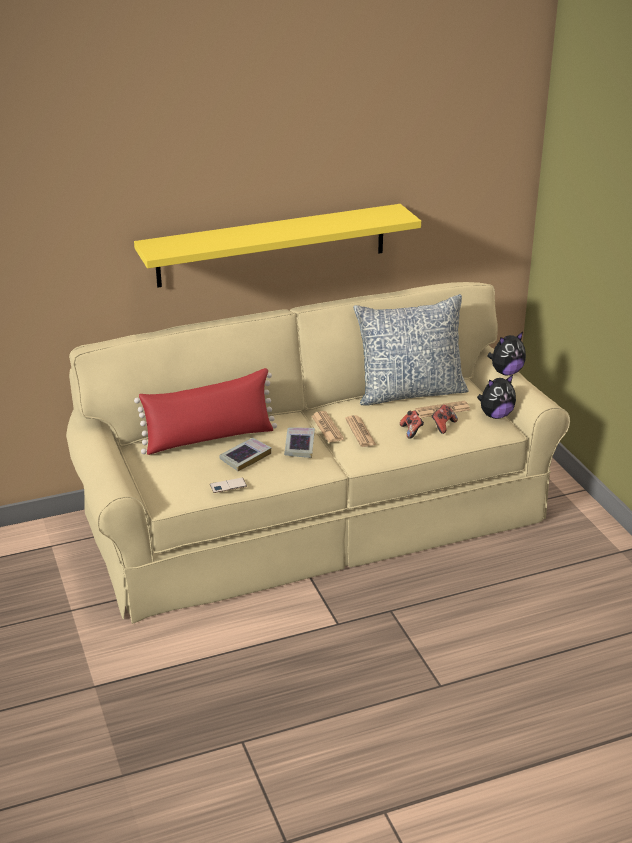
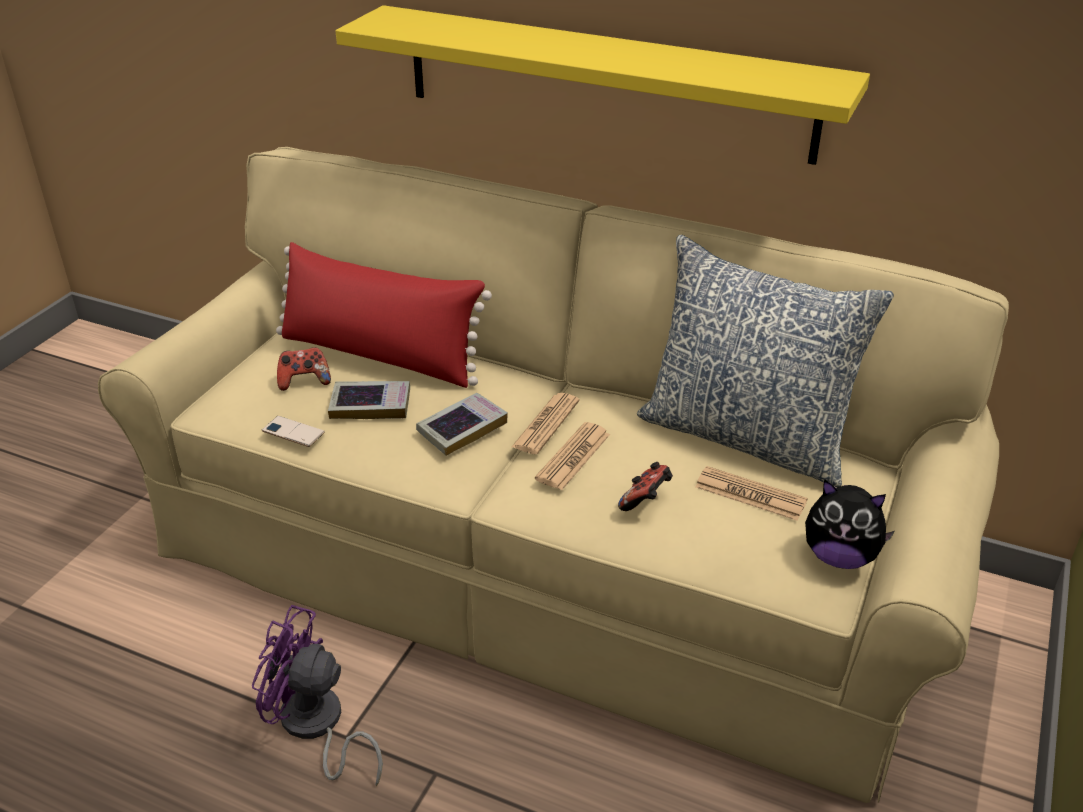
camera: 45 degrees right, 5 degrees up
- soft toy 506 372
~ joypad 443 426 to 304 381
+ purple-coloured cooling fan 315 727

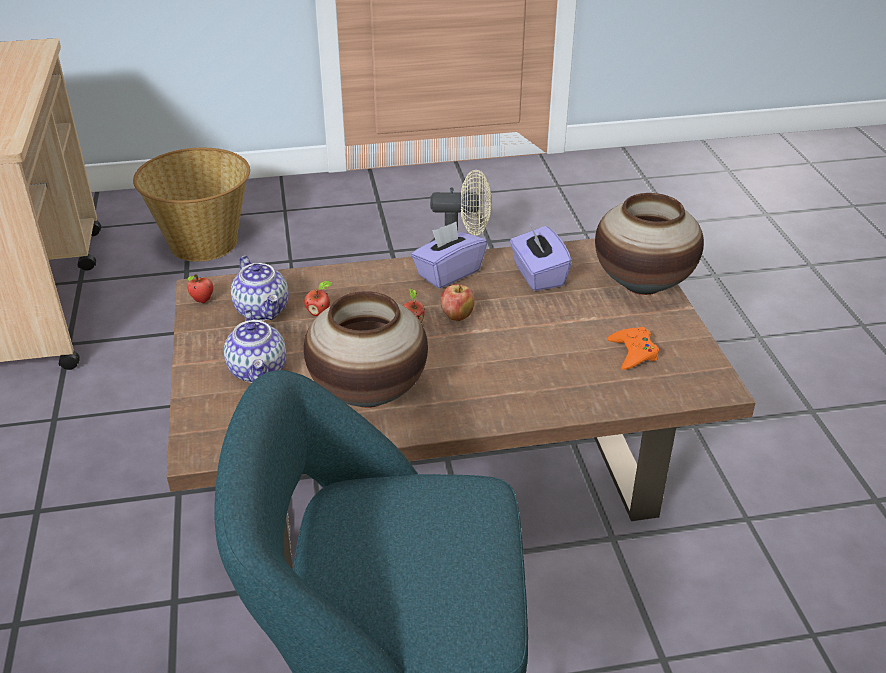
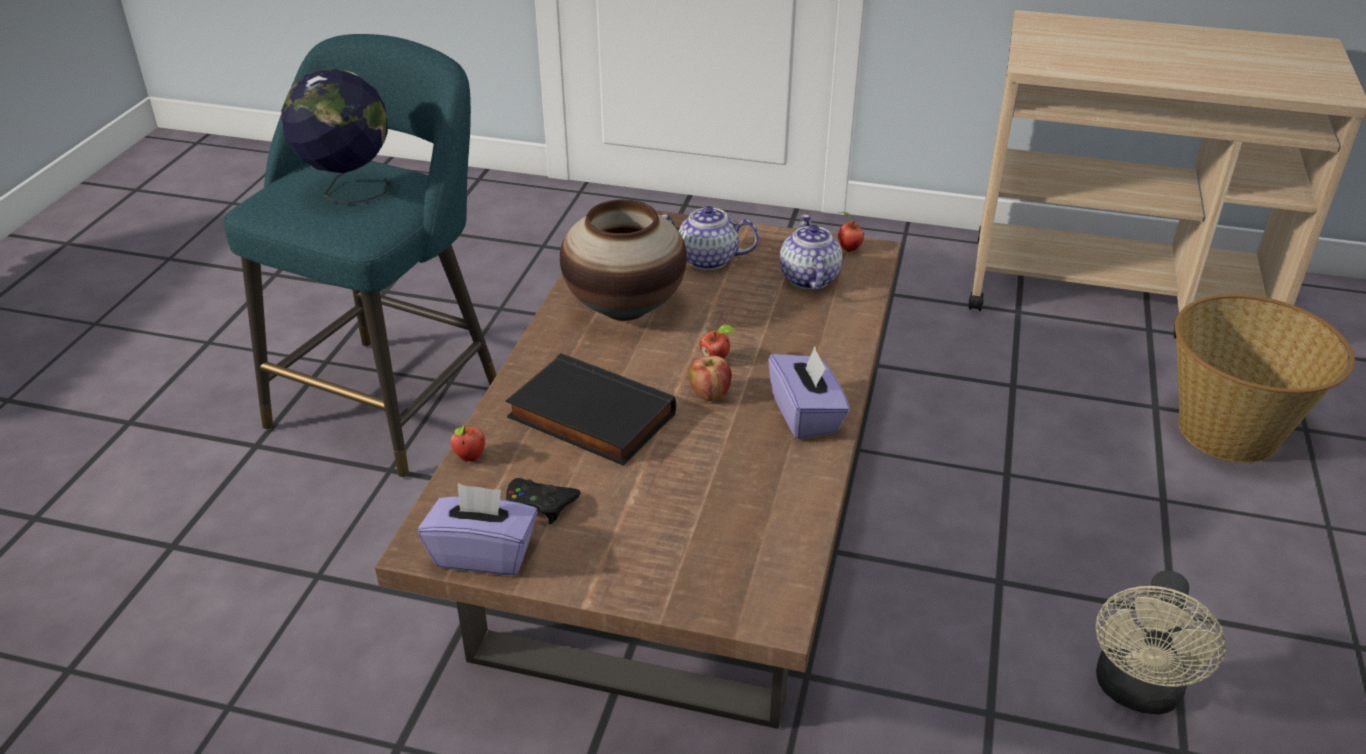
camera: 115 degrees right, 0 degrees up
- flower vase 642 283
~ purple-coloured box of tissues 538 275 to 484 553
~ pot for tea 263 310 = 808 278 90 degrees clockwise
~ apple fruit 319 313 to 470 458
~ orangey joypad 633 353 to black-coloured joypad 539 504
+ globe 348 191
+ black-coloured bound book 588 417

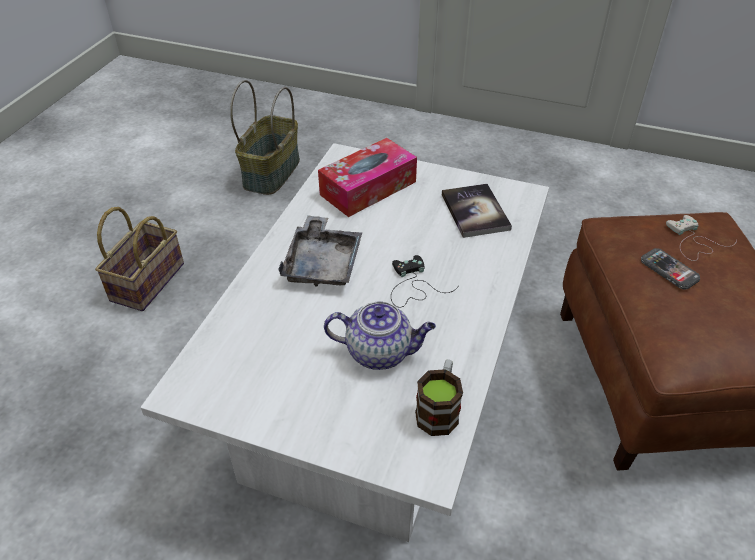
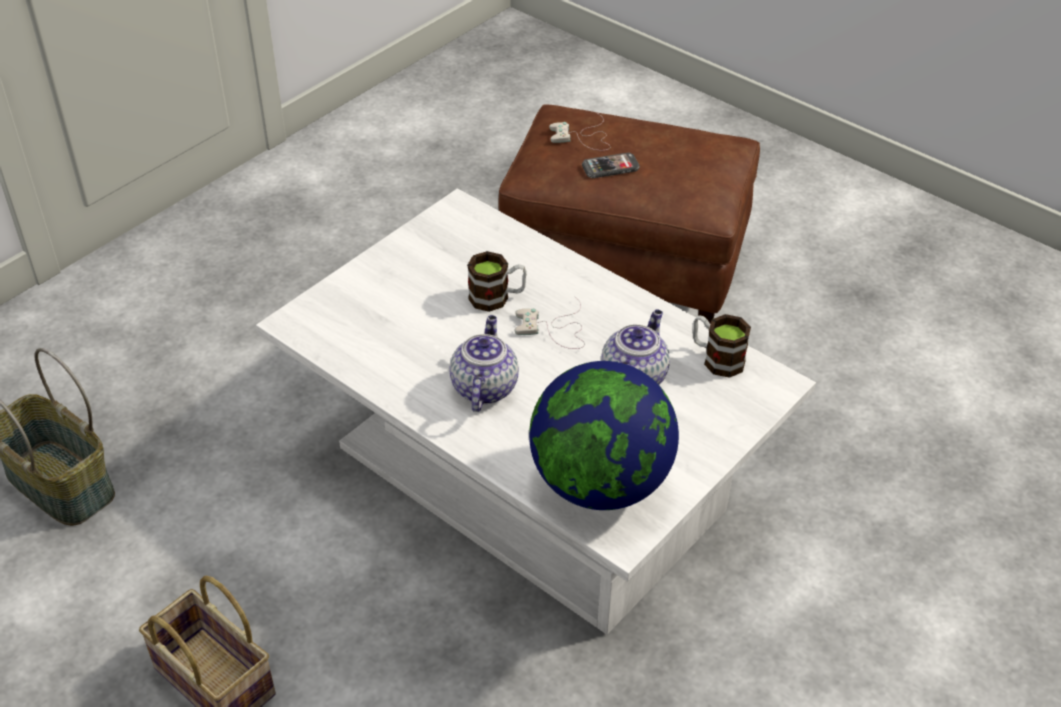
camera: 70 degrees left, 0 degrees up
- box of tissues 368 188
- bound book 475 212
~ greyish tray 323 263 to pot for tea 483 387
~ black-coloured joypad 413 285 to whitish joypad 554 329
+ tea mug 497 297
+ globe 600 483

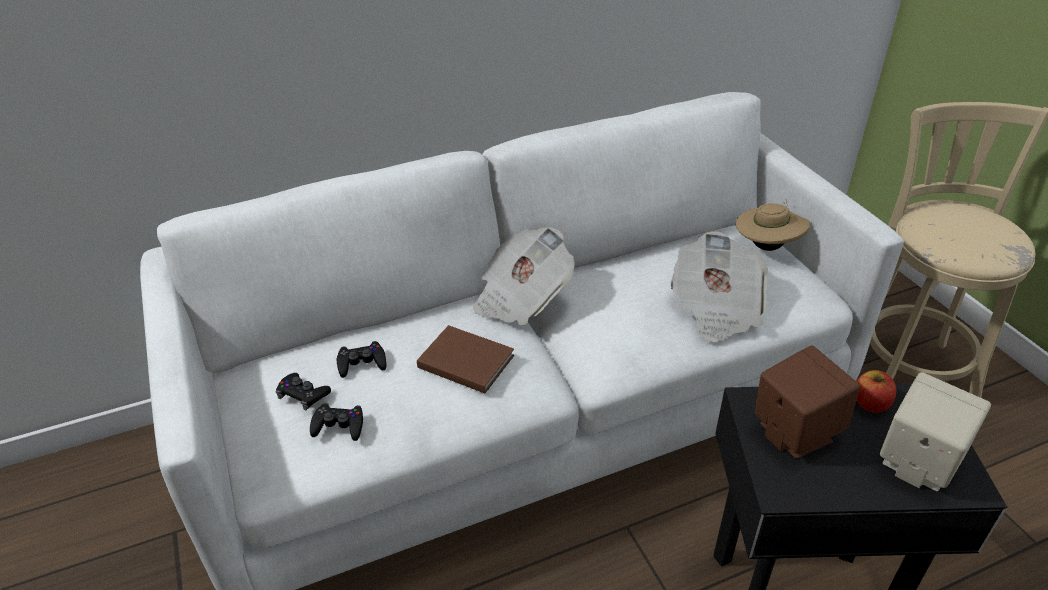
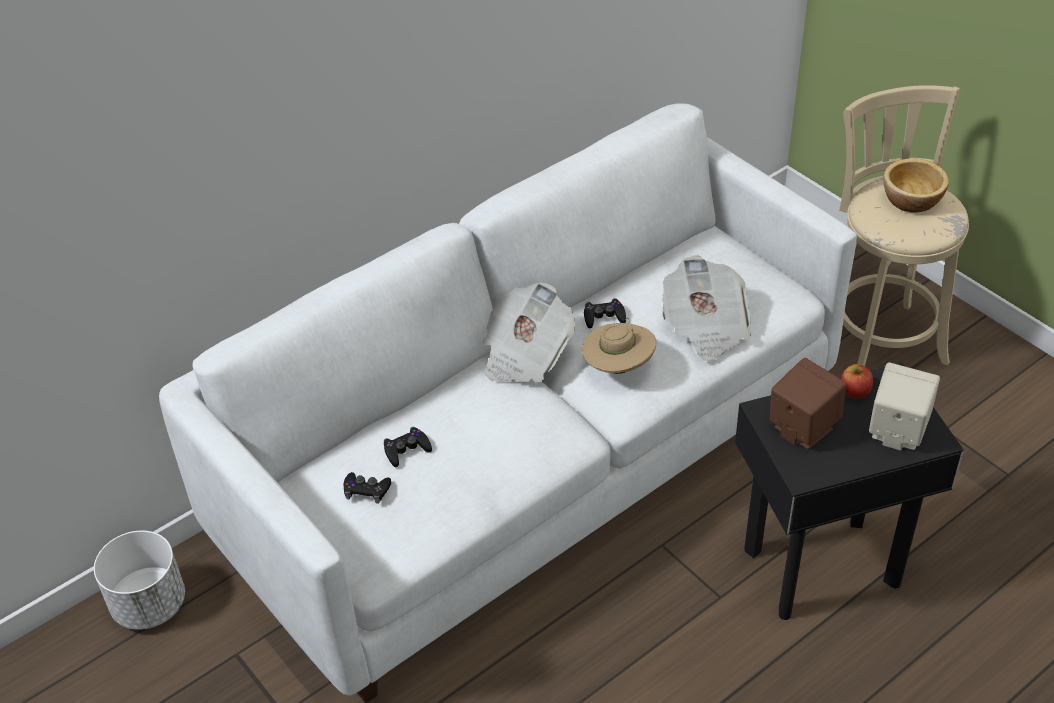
camera: 15 degrees left, 5 degrees up
~ beige-coloured hat 767 246 to 618 366
- brown bound book 464 360
~ black-coloured joypad 339 426 to 604 317
+ serving bowl 912 200
+ whitish plant pot 149 604

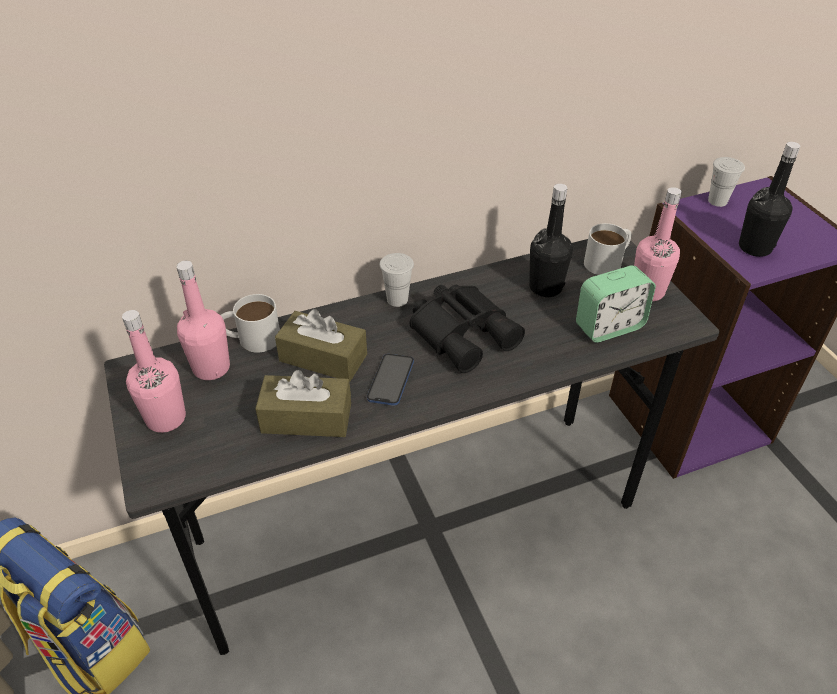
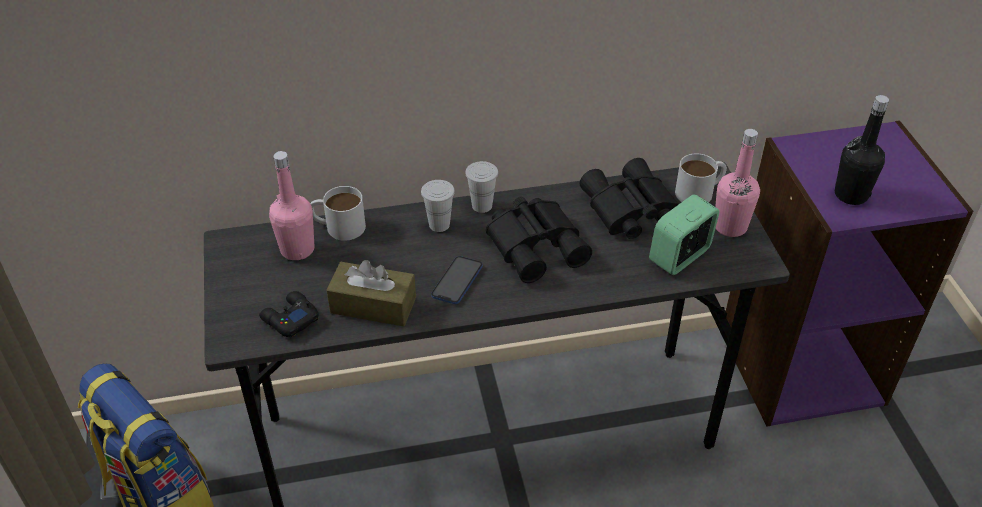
camera: 10 degrees right, 0 degrees up
~ whitish drinking cup 717 201 to 439 225
~ black-coloured beverage bottle 545 287 to black-coloured binoculars 629 211
~ alarm clock 609 326 = 680 256 150 degrees clockwise
- brown box of tissues 323 358
- pink-coloured beverage bottle 166 418
+ black-coloured joypad 289 319

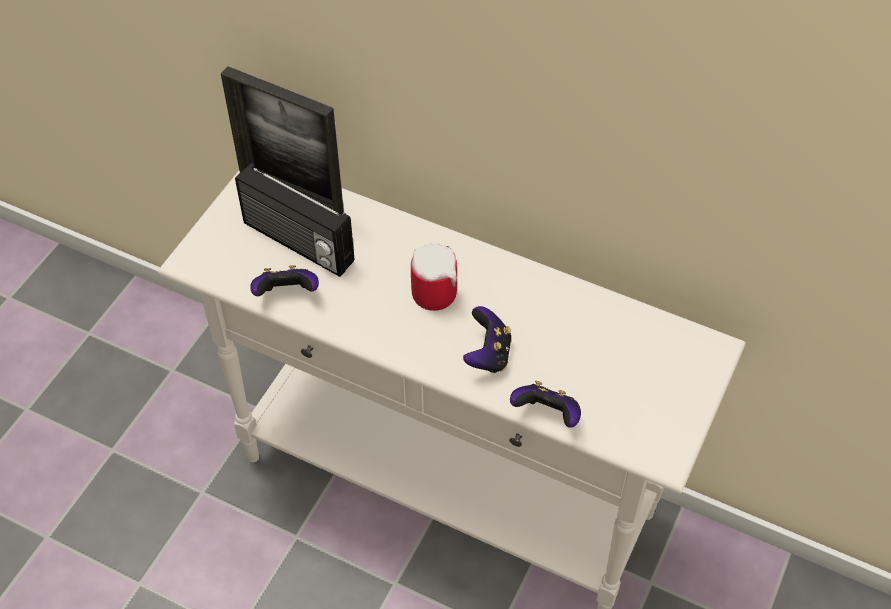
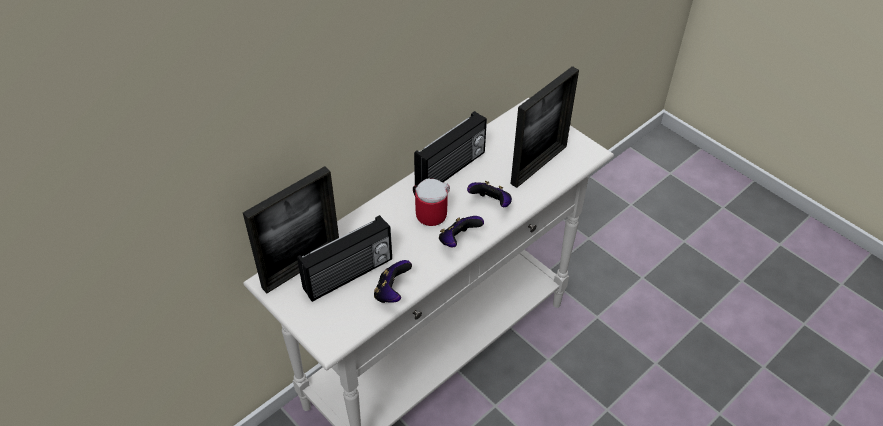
camera: 70 degrees left, 5 degrees down
~ joypad 547 415 to 458 240
+ picture frame 539 165
+ radio receiver 451 170

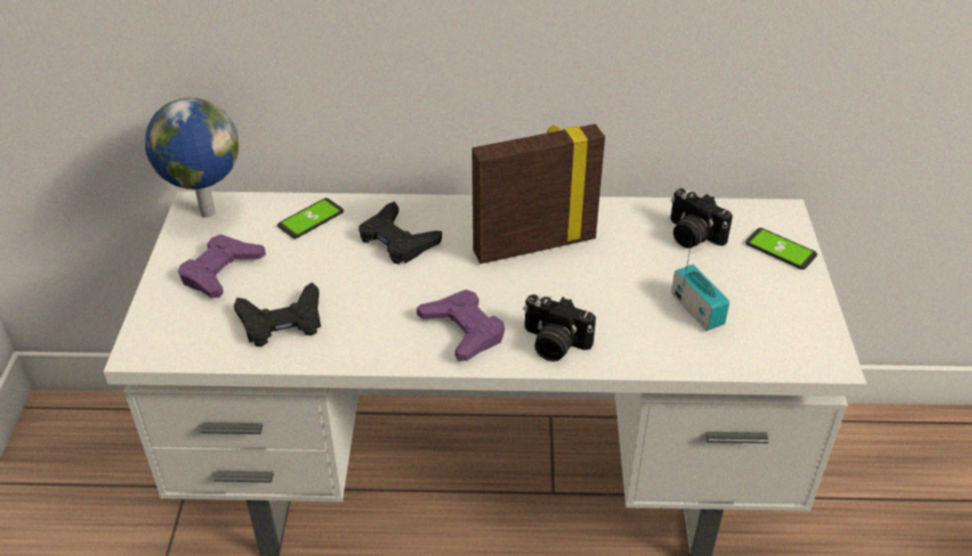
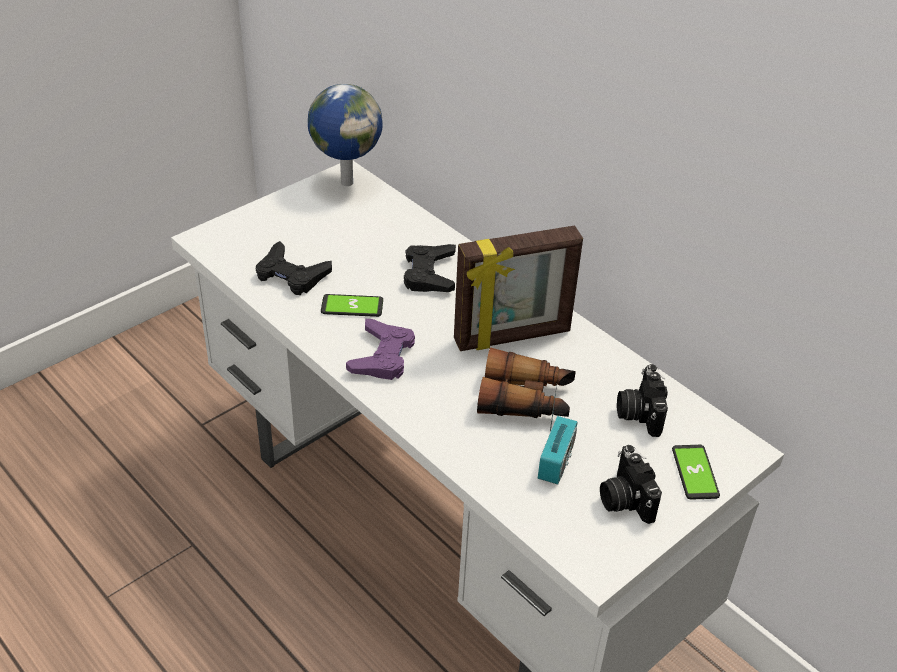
camera: 45 degrees right, 0 degrees up
~ picture frame 533 244 = 512 337 135 degrees clockwise
~ telephone 311 219 to 352 306
- purple-coloured joypad 221 271
~ still camera 553 344 to 624 499
+ binoculars 526 399

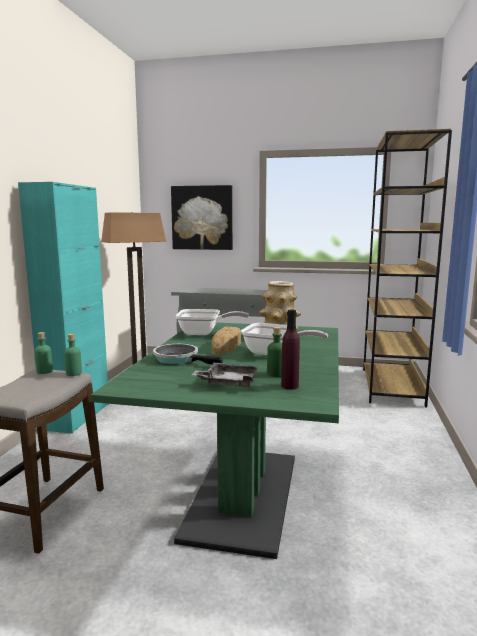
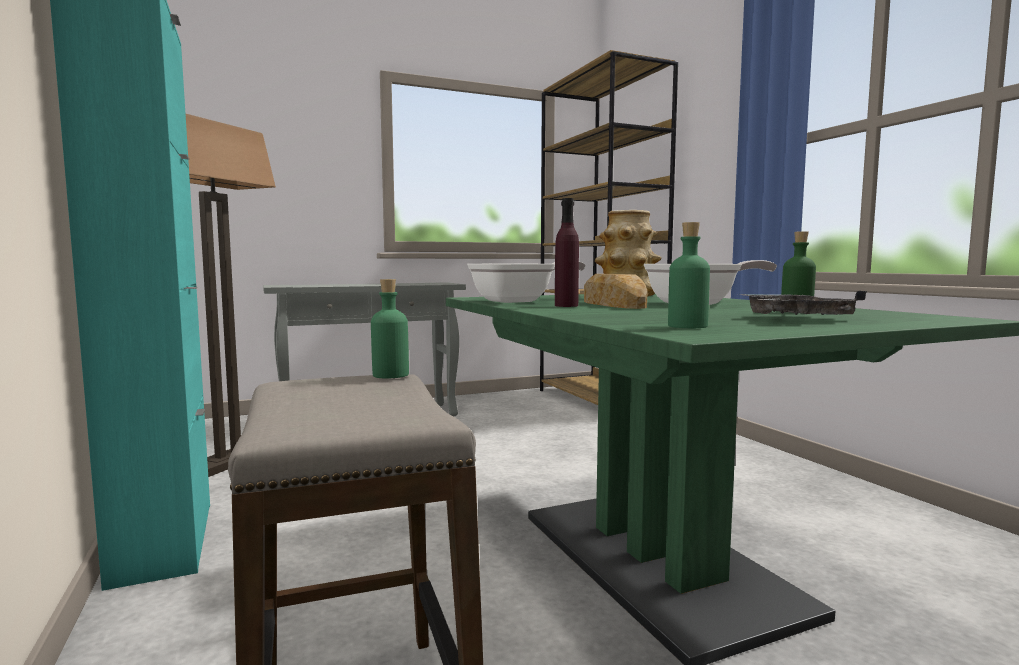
camera: 35 degrees left, 5 degrees down
- wall art 202 218
~ purple-coloured beverage bottle 289 386 to 566 306
~ greenish beverage bottle 44 371 to 687 326
- pan 179 359

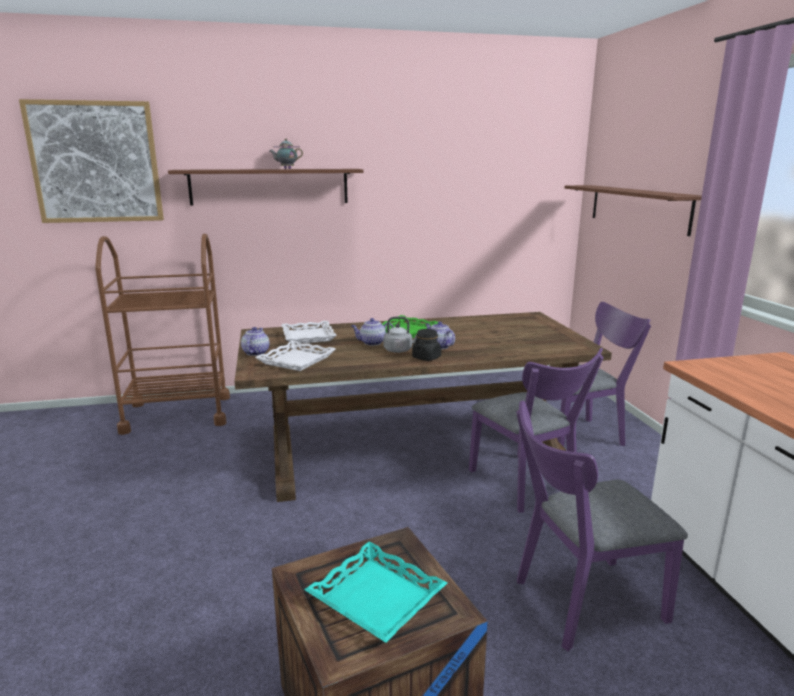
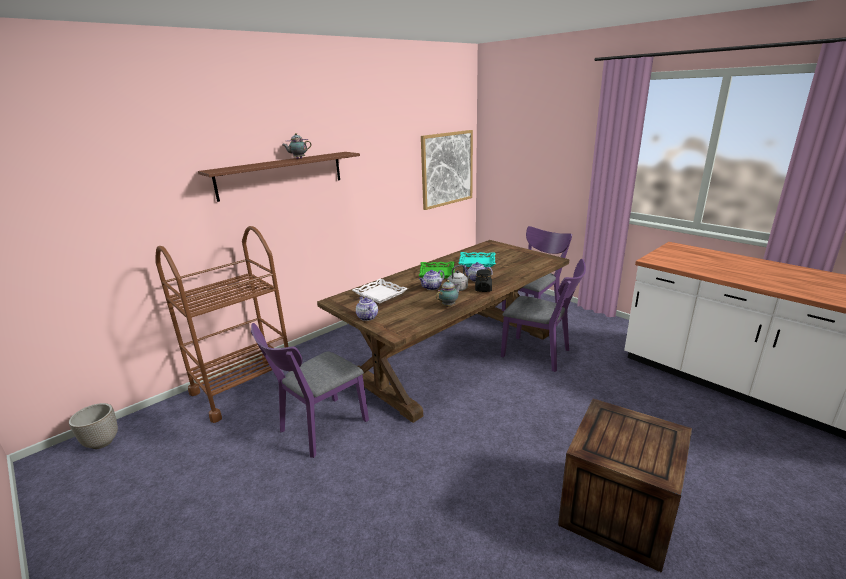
camera: 30 degrees left, 5 degrees up
~ wall art 96 162 to 447 169
- brown bracket shelf 638 208
- whitish tray 297 360
~ purple-coloured upright chair 580 603 to 319 429
~ turquoise-coloured tray 377 597 to 477 262
+ pot for tea 449 305
+ plant pot 102 442

